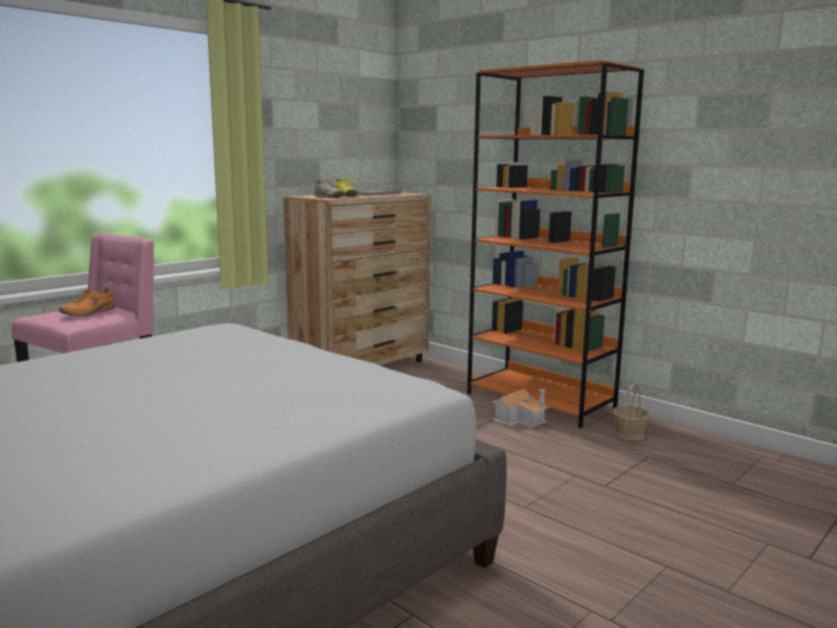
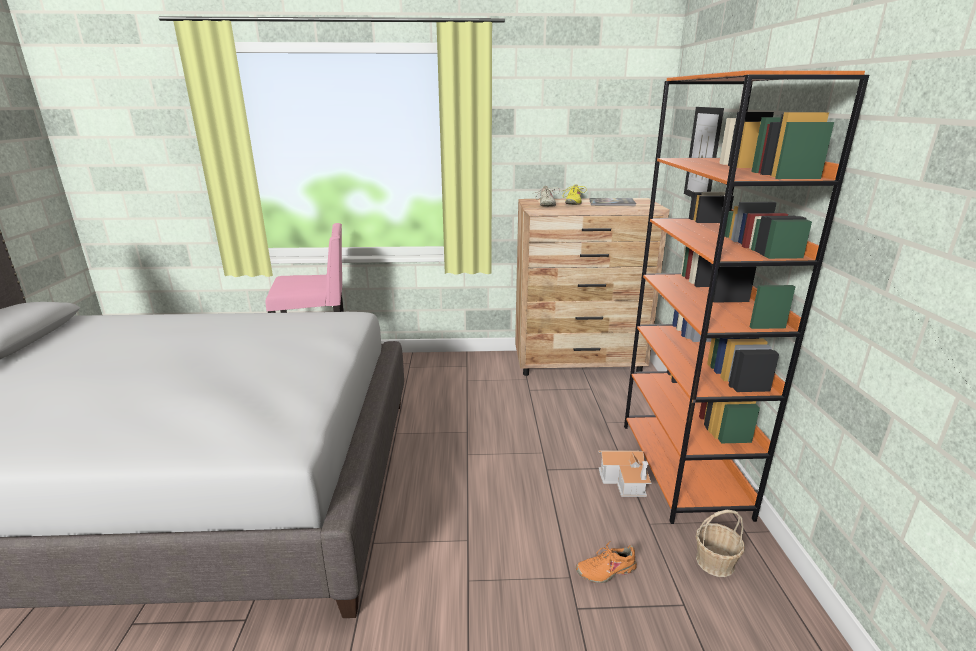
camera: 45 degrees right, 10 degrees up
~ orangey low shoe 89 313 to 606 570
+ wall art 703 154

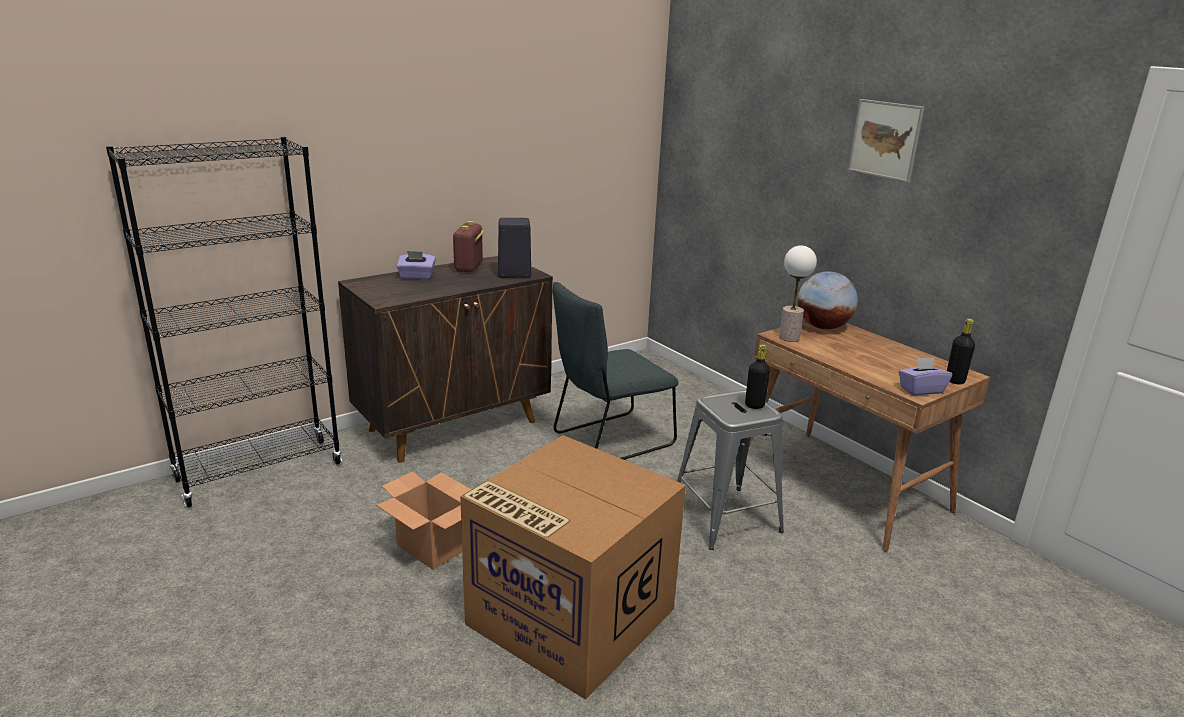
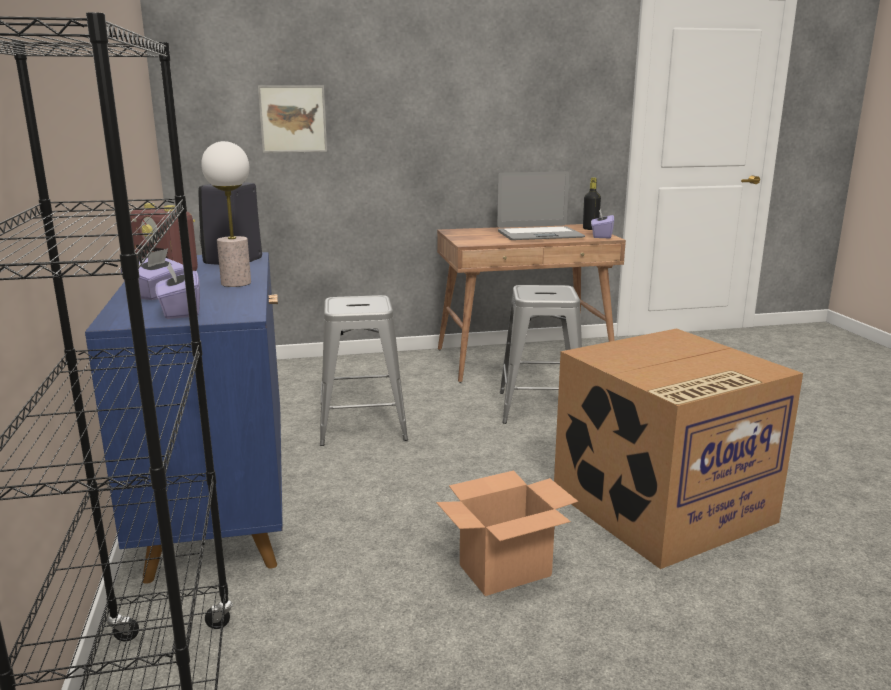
camera: 65 degrees left, 5 degrees down
~ wall art 885 140 to 293 119
~ lamp for a table 789 338 to 236 283
~ brown cupboard 454 425 to blue cupboard 219 508
- globe 822 327
~ greyish upright chair 608 440 to greyish sitting stool 362 425
- black-coloured beverage bottle 754 405
+ laptop 539 235
+ purple-coloured box of tissues 180 312

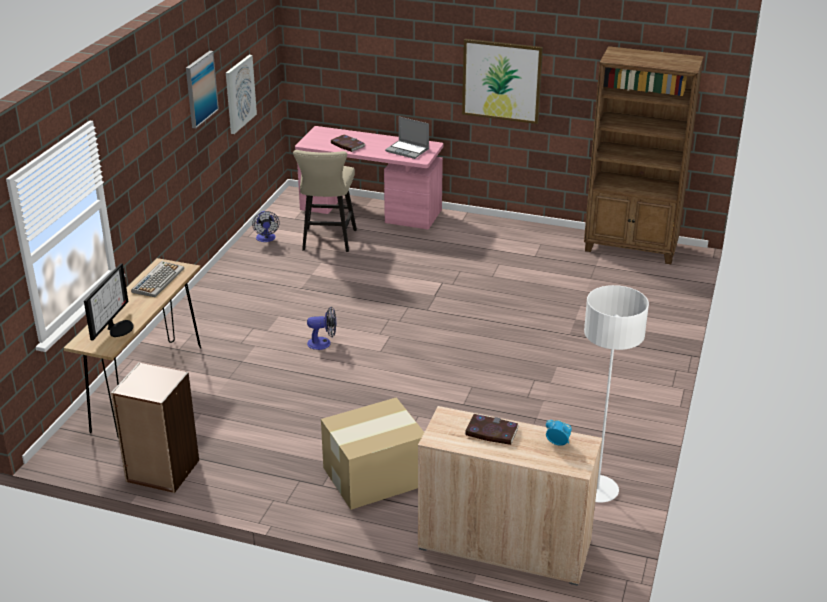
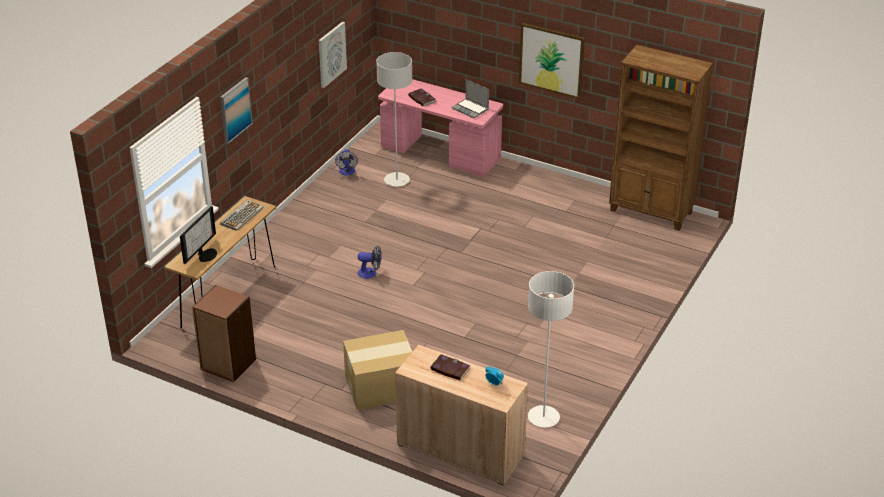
camera: 10 degrees right, 5 degrees up
~ wall art 200 89 to 235 110
~ beige-coloured sitting stool 327 242 to greyish standard lamp 397 180

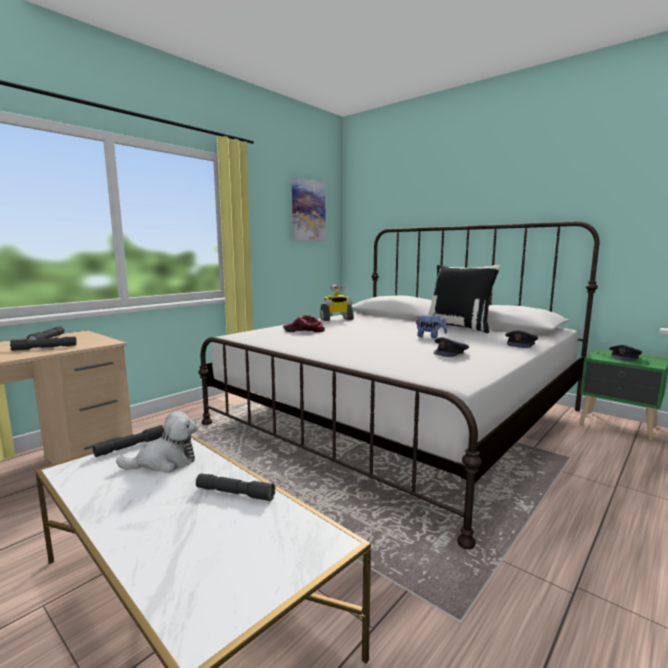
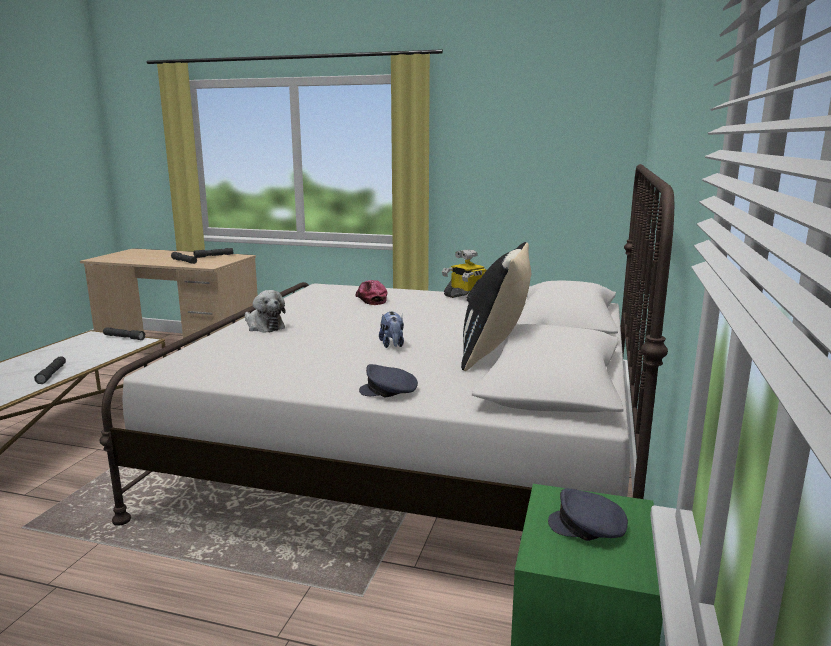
camera: 65 degrees right, 5 degrees up
- wall art 308 210
- greyish cap 450 353
~ soft toy 165 462 to 264 326

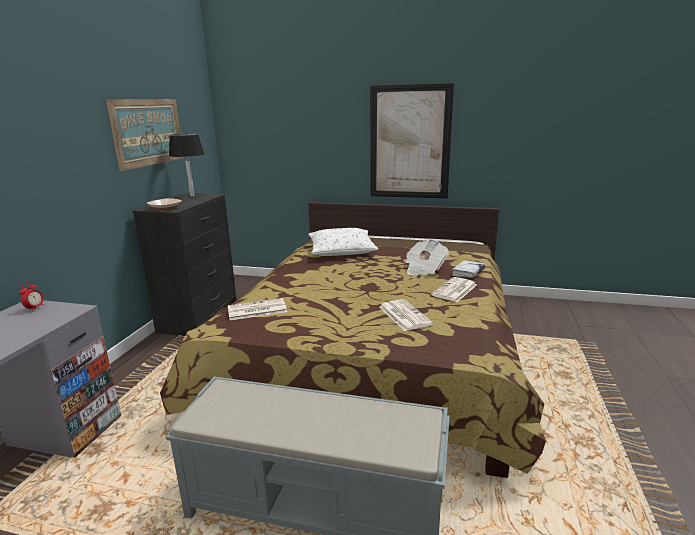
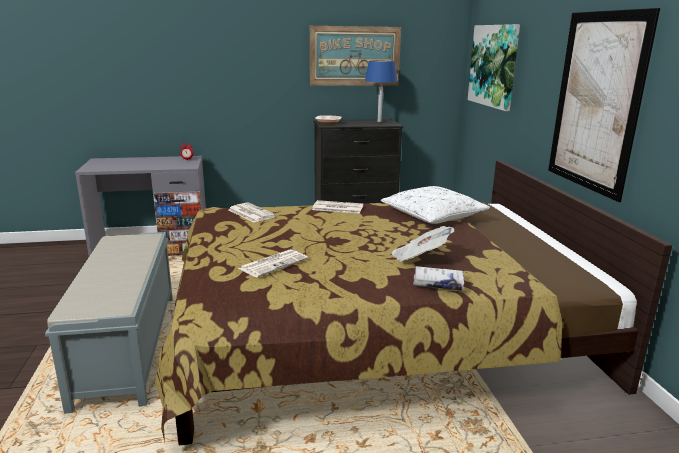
camera: 65 degrees right, 0 degrees up
~ black-coloured lamp for a table 192 196 to blue lamp for a table 379 121
~ printed paper 455 290 to 337 208
+ wall art 494 66

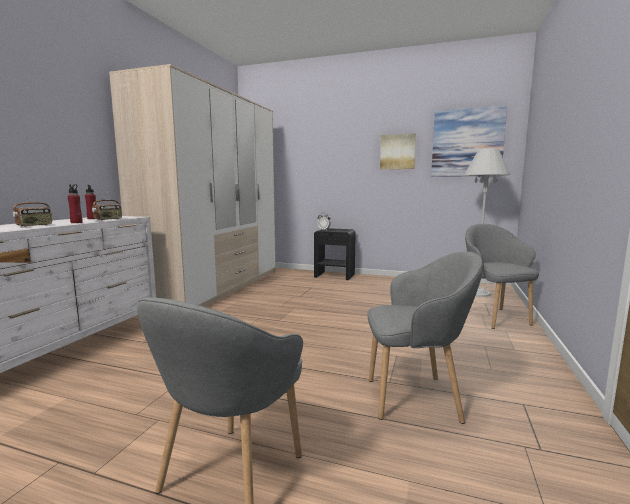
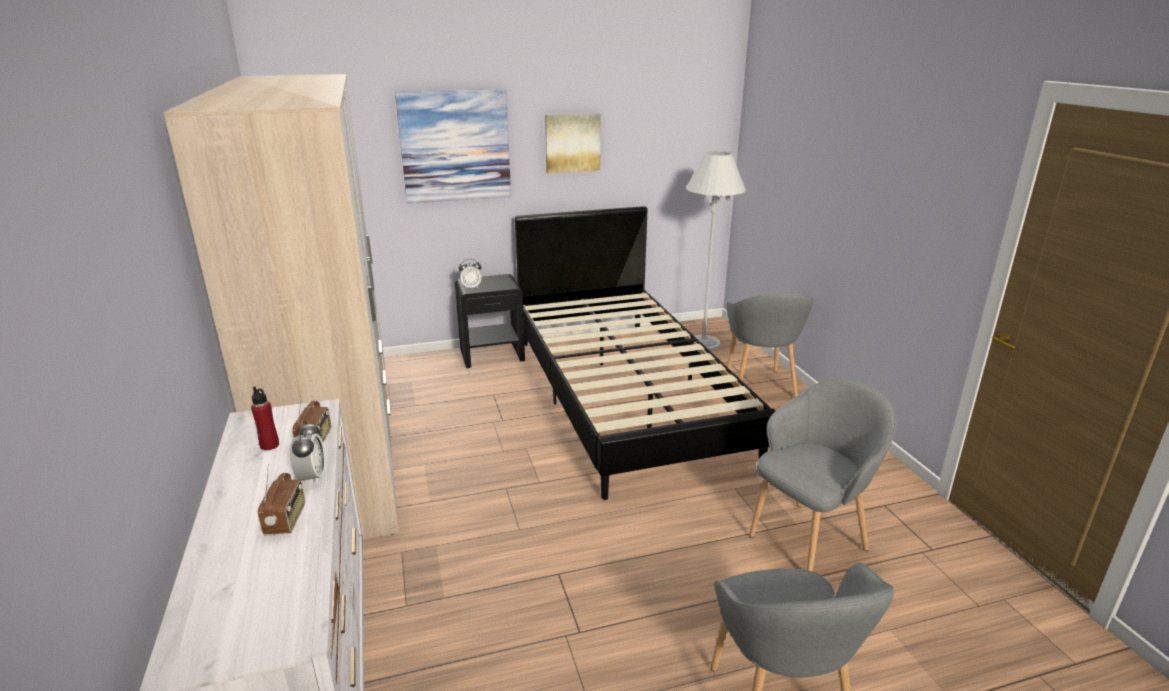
camera: 35 degrees left, 15 degrees up
~ wall art 467 143 to 455 146
~ red-coloured beverage bottle 76 222 to alarm clock 312 477
~ greyish easy chair 494 317 = 759 386 135 degrees counterclockwise
+ black-coloured bedroom bed 624 395

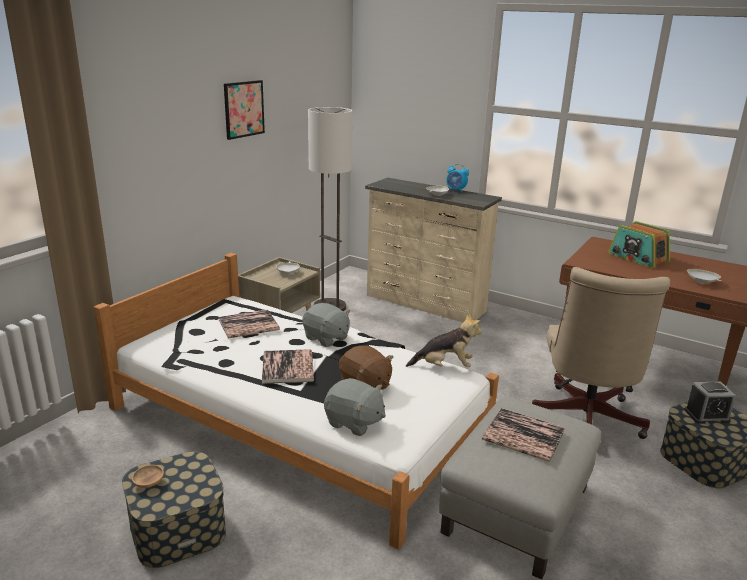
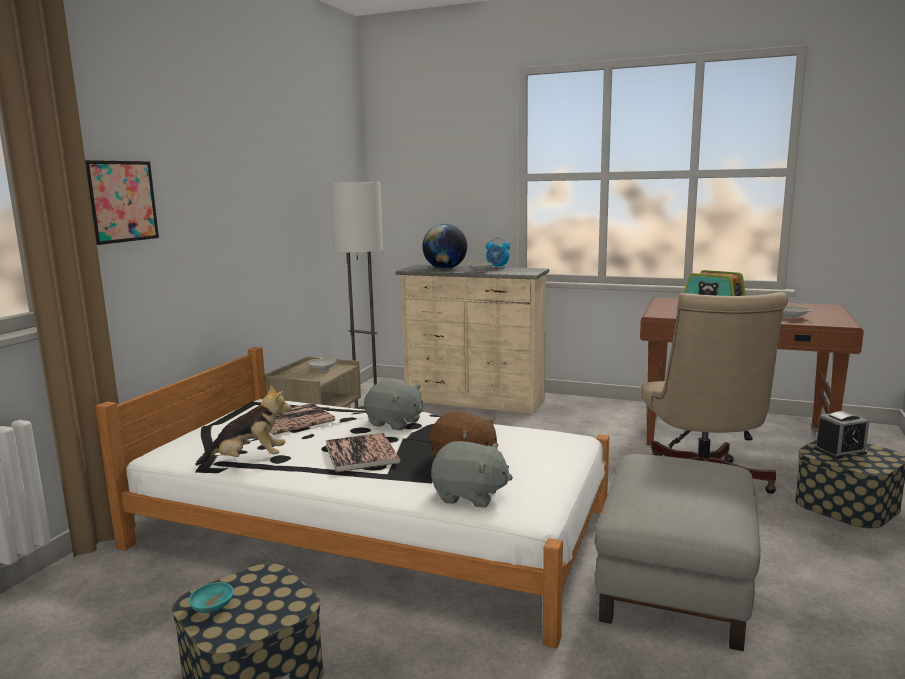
camera: 10 degrees left, 10 degrees down
~ wall art 244 109 to 121 201
~ soft toy 444 367 to 248 460
- bound book 523 436
~ brown serving bowl 149 483 to turquoise-coloured serving bowl 212 608
+ globe 445 268

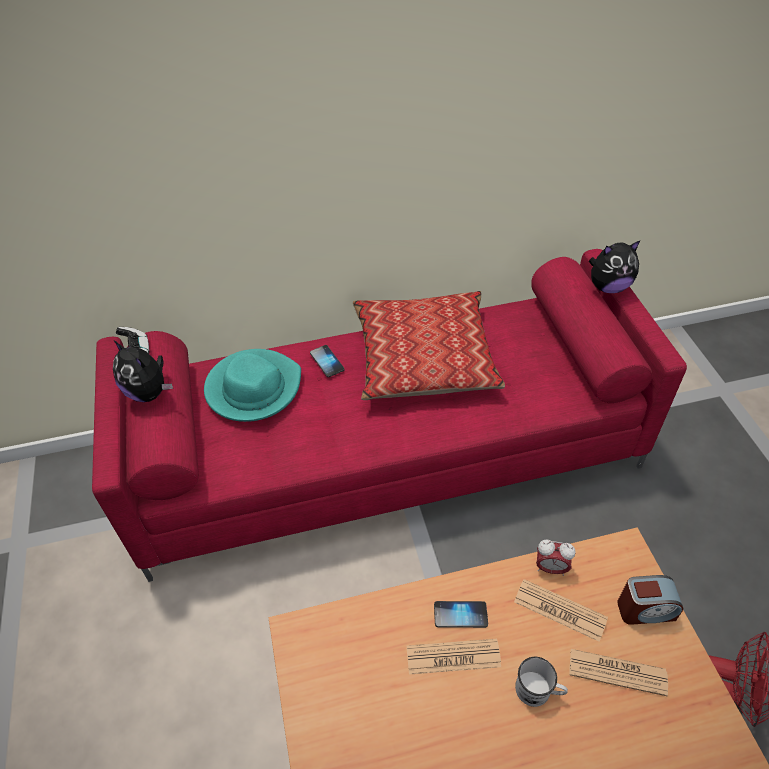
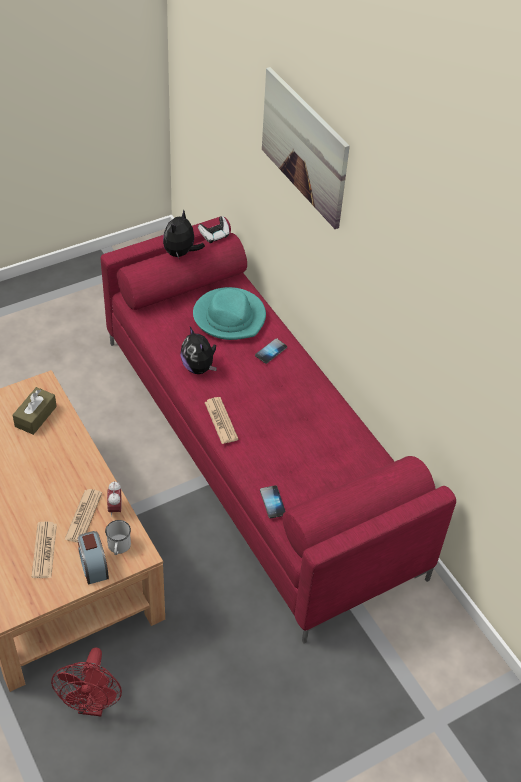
camera: 70 degrees right, 0 degrees up
~ soft toy 608 287 to 199 367
- throw pillow 424 356
~ telephone 460 615 to 272 502
~ printed paper 453 657 to 221 421
~ whitish tea mug 538 691 to 118 547
+ wall art 304 147
+ brown box of tissues 35 416

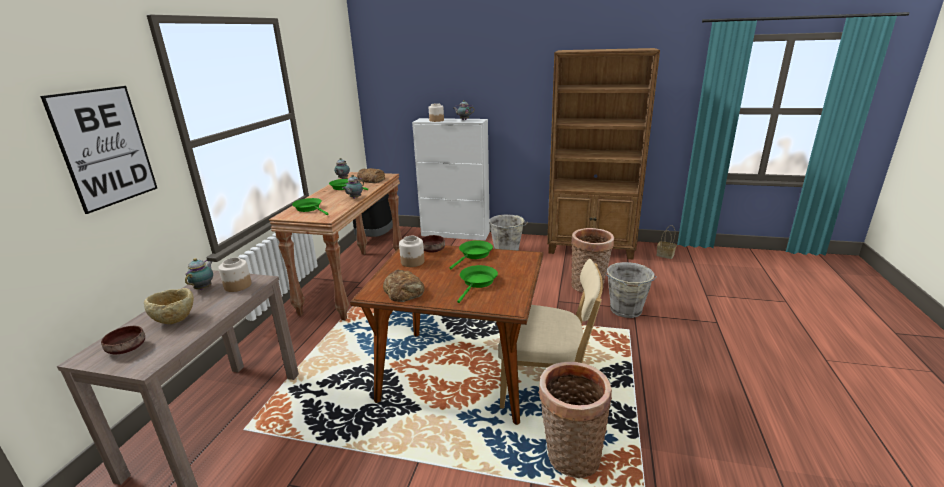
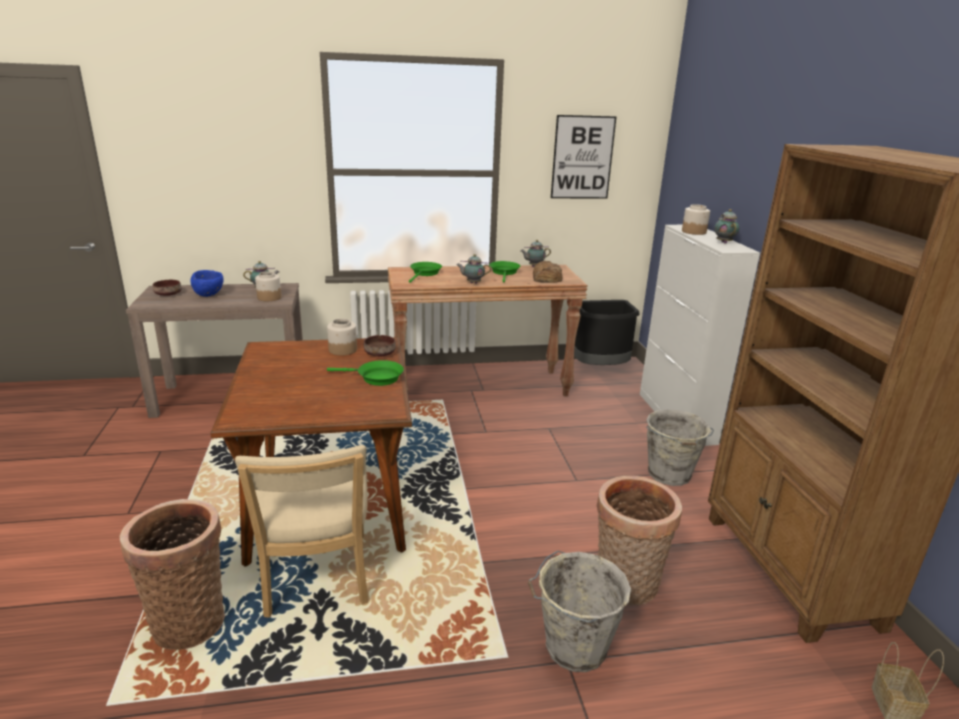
camera: 65 degrees right, 0 degrees up
~ wall art 105 147 to 582 157
- greenish pan 477 282
- baked bread 404 291
~ beige-coloured serving bowl 175 319 to blue serving bowl 210 295

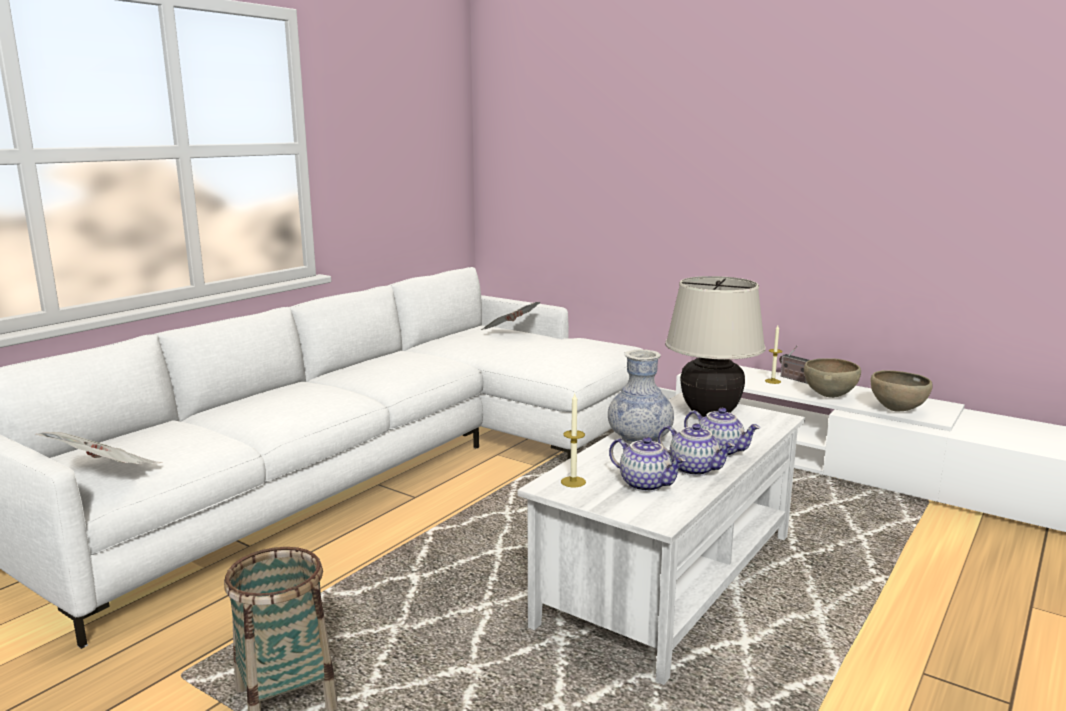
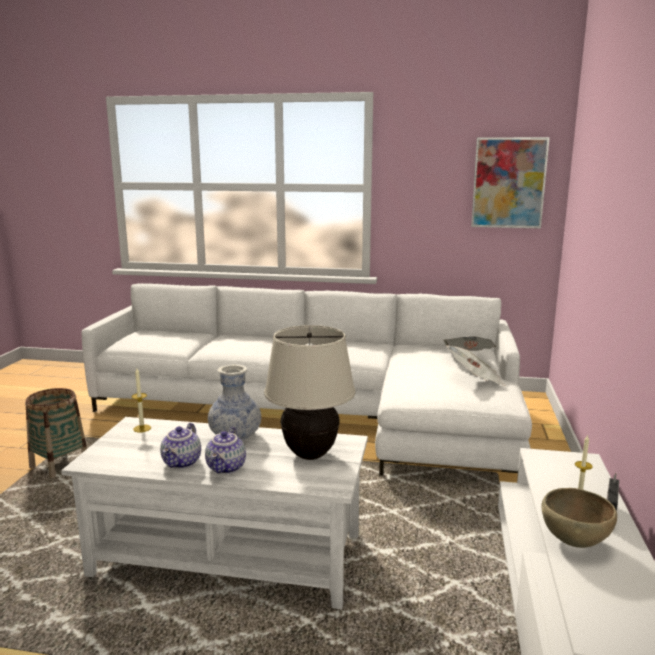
camera: 65 degrees right, 0 degrees up
- brown serving bowl 897 410
~ printed paper 105 474 to 475 380
- pot for tea 646 484
+ wall art 508 183

